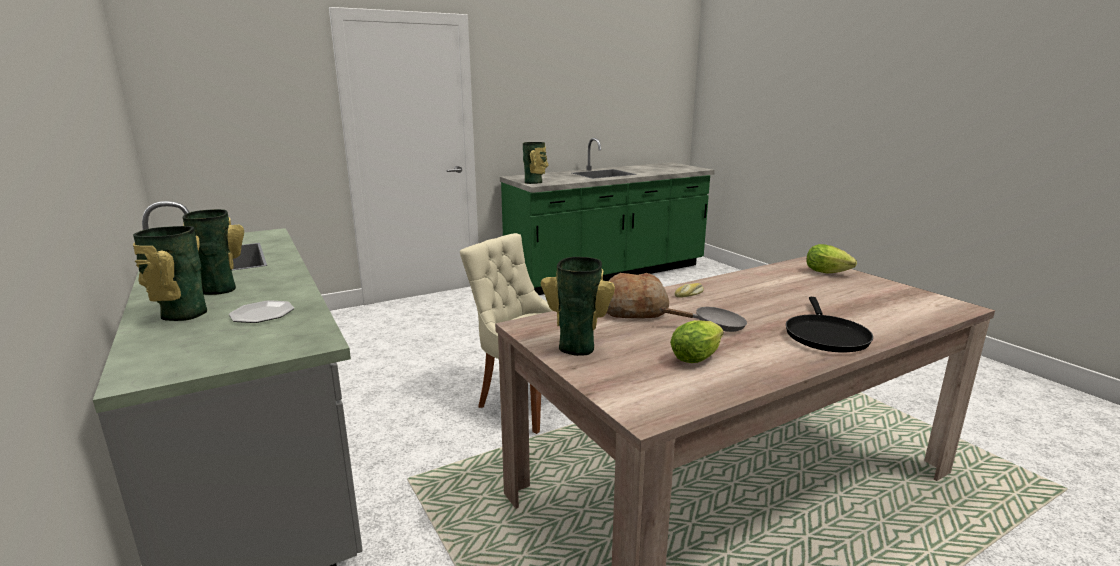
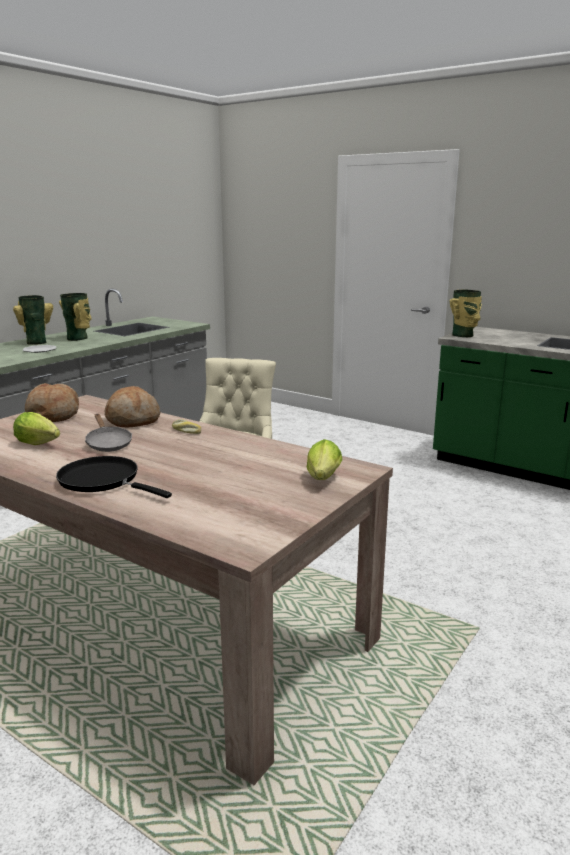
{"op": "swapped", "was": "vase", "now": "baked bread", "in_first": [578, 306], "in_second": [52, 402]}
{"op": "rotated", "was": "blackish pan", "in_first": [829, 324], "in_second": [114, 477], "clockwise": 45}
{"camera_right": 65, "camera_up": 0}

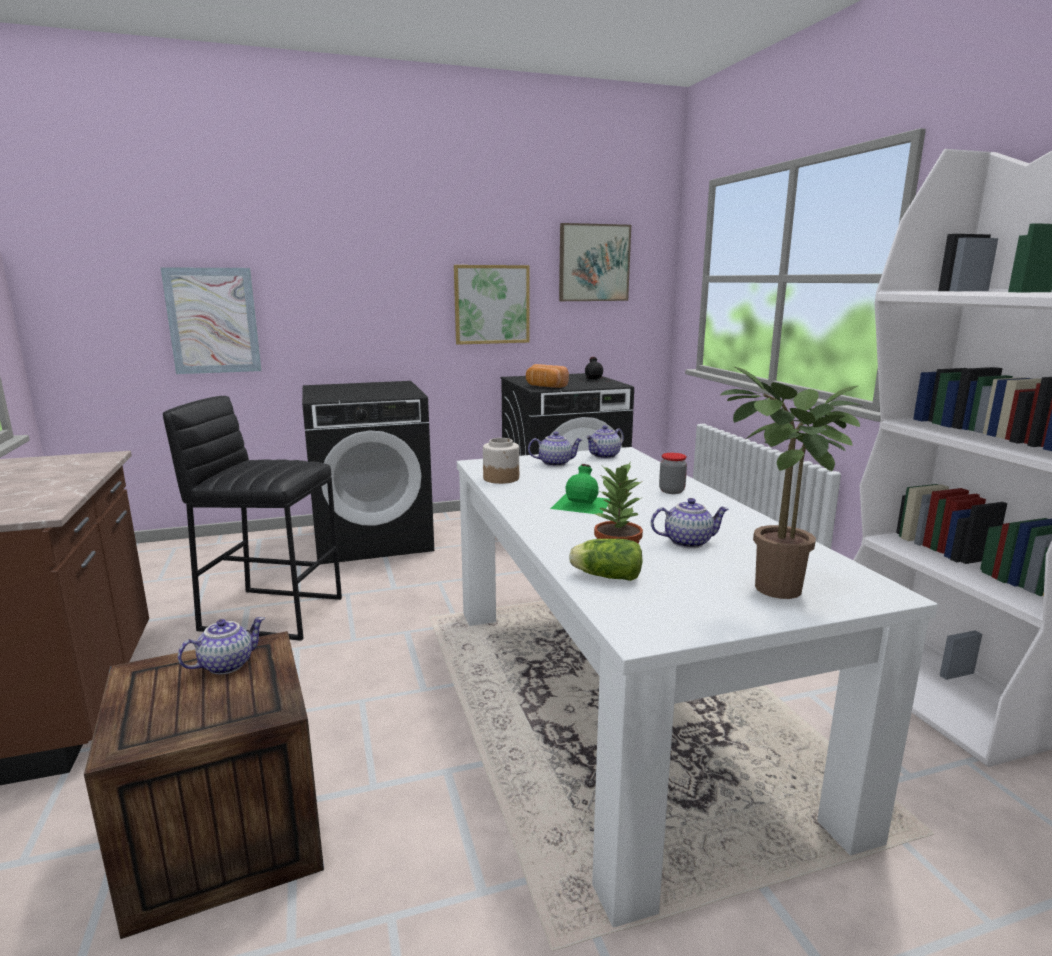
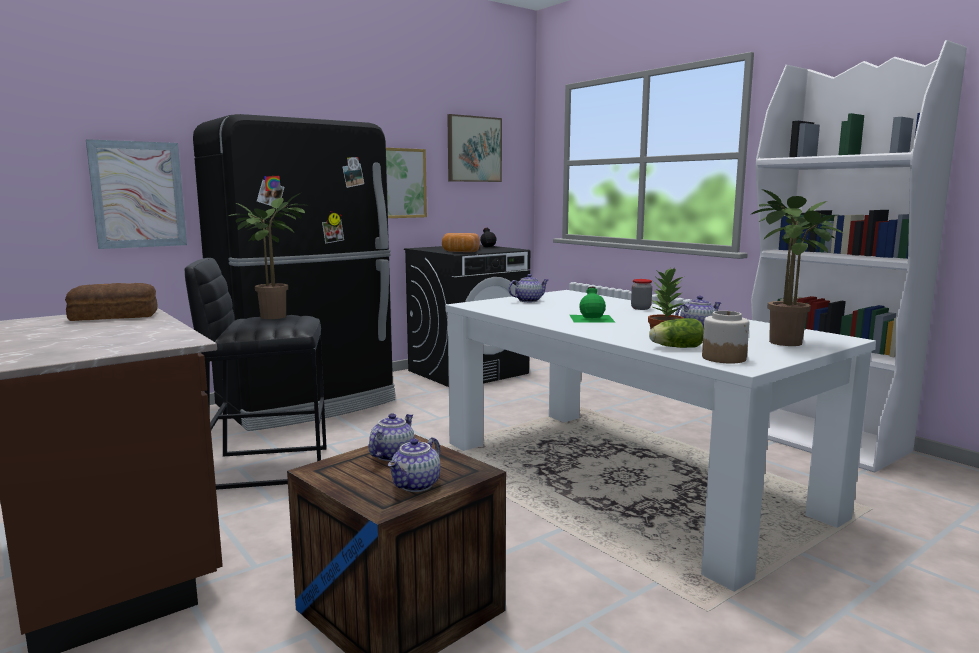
{"op": "new", "now": "baked bread", "in_second": [111, 302]}
{"op": "new", "now": "plant in a pot", "in_second": [268, 256]}
{"op": "shifted", "was": "jar", "in_first": [501, 461], "in_second": [725, 337]}
{"op": "shifted", "was": "pot for tea", "in_first": [605, 442], "in_second": [414, 464]}
{"op": "swapped", "was": "blackish washing machine", "now": "blackish refrigerator", "in_first": [368, 472], "in_second": [294, 272]}
{"camera_right": -20, "camera_up": -5}

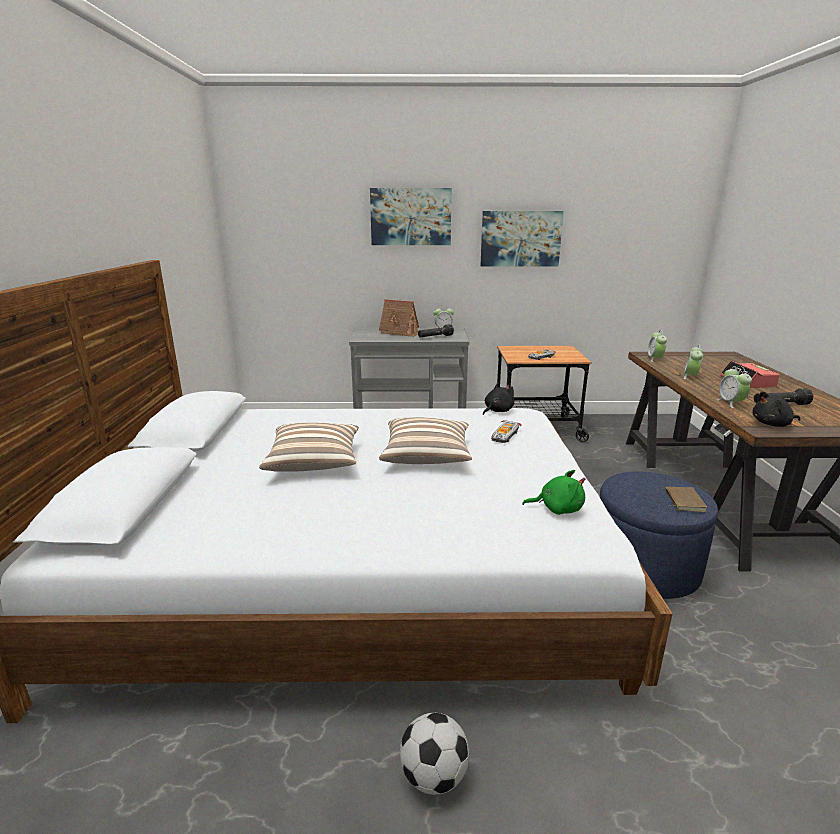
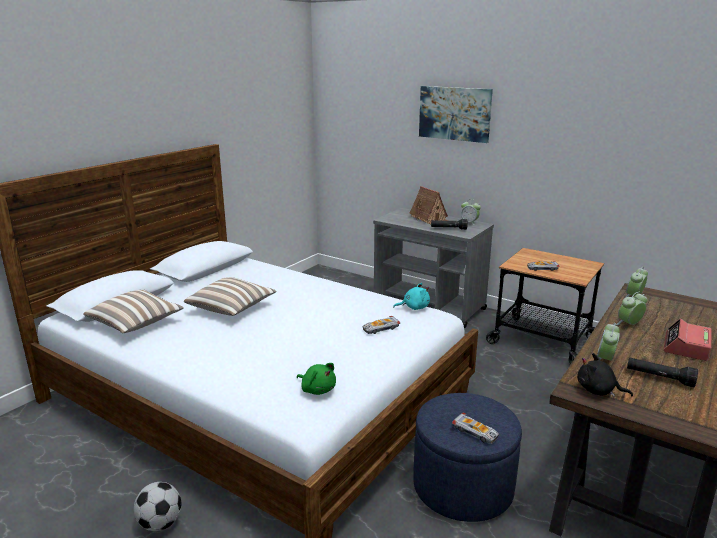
{"op": "gone", "was": "wall picture", "in_first": [522, 239]}
{"op": "shifted", "was": "cushion", "in_first": [425, 440], "in_second": [133, 311]}
{"op": "swapped", "was": "brown volume", "now": "miniature car", "in_first": [686, 499], "in_second": [475, 428]}
{"op": "repainted", "was": "blackish cuddly toy", "now": "turquoise-coloured cuddly toy", "in_first": [498, 399], "in_second": [411, 296]}
{"camera_right": 35, "camera_up": 0}

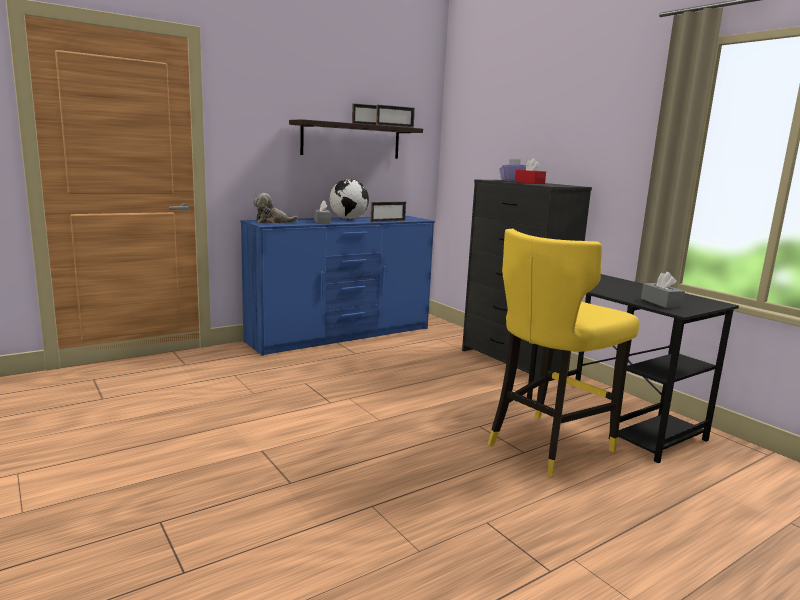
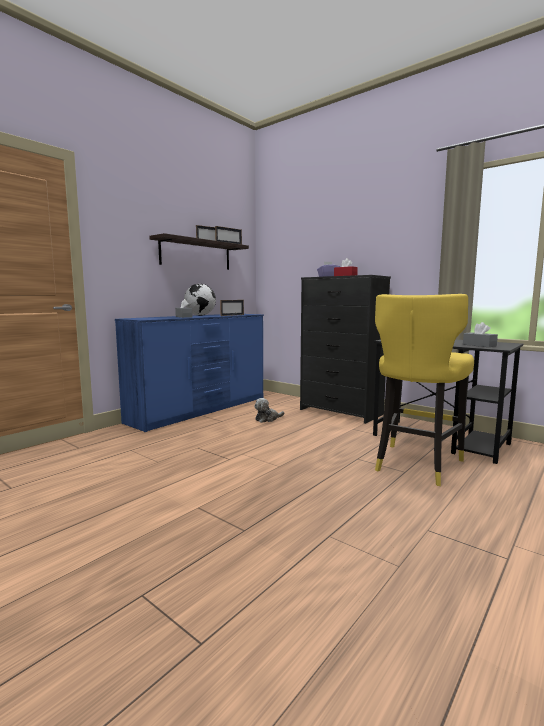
{"op": "shifted", "was": "cuddly toy", "in_first": [275, 208], "in_second": [269, 410]}
{"camera_right": -15, "camera_up": -5}

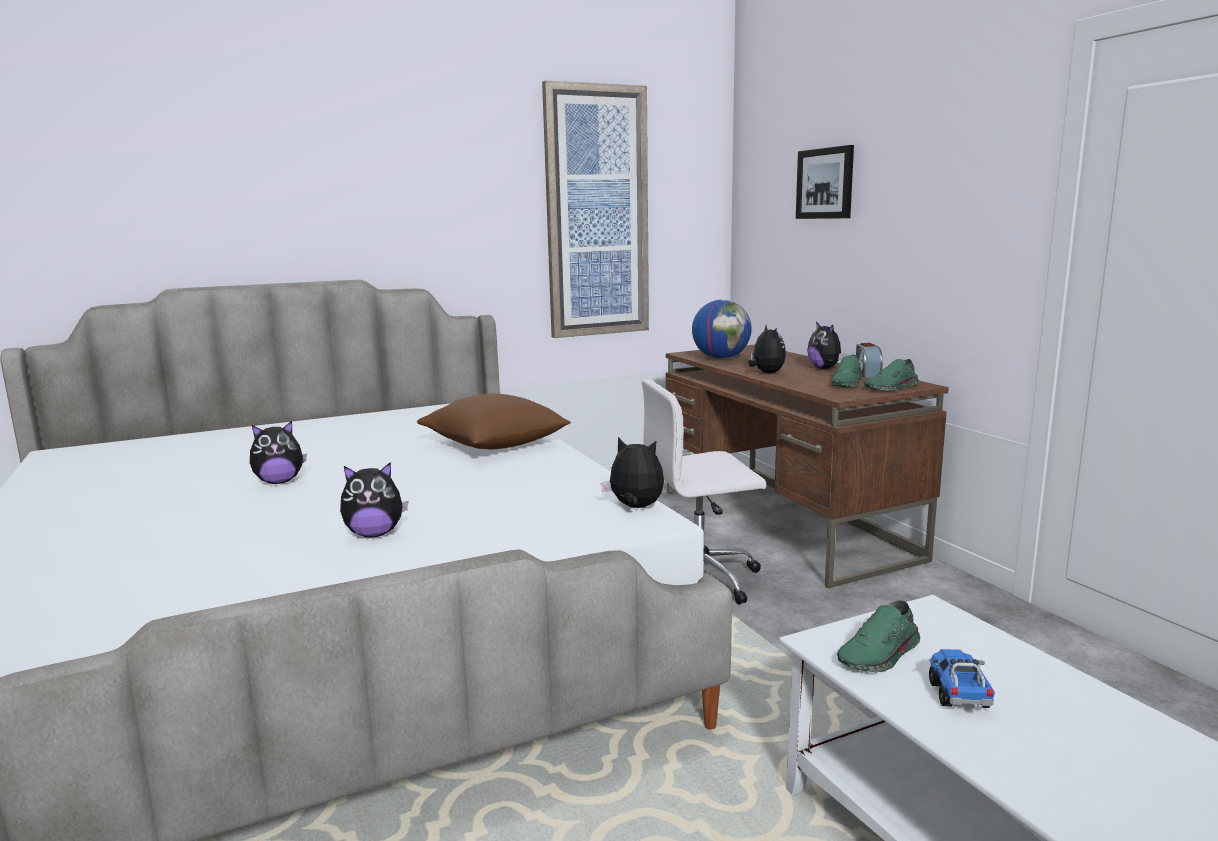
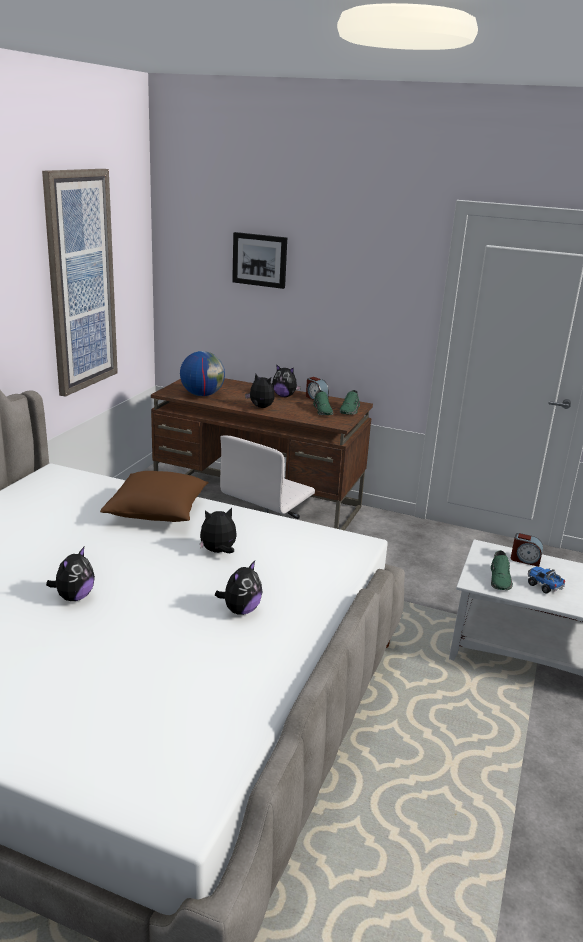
{"op": "new", "now": "bedside clock", "in_second": [527, 550]}
{"op": "shifted", "was": "cuddly toy", "in_first": [632, 472], "in_second": [218, 530]}
{"camera_right": -45, "camera_up": 10}

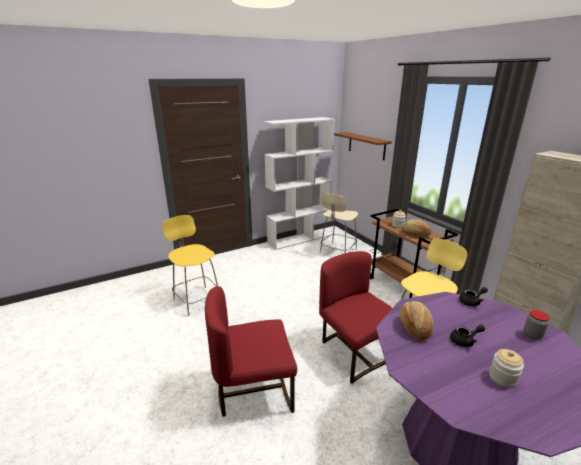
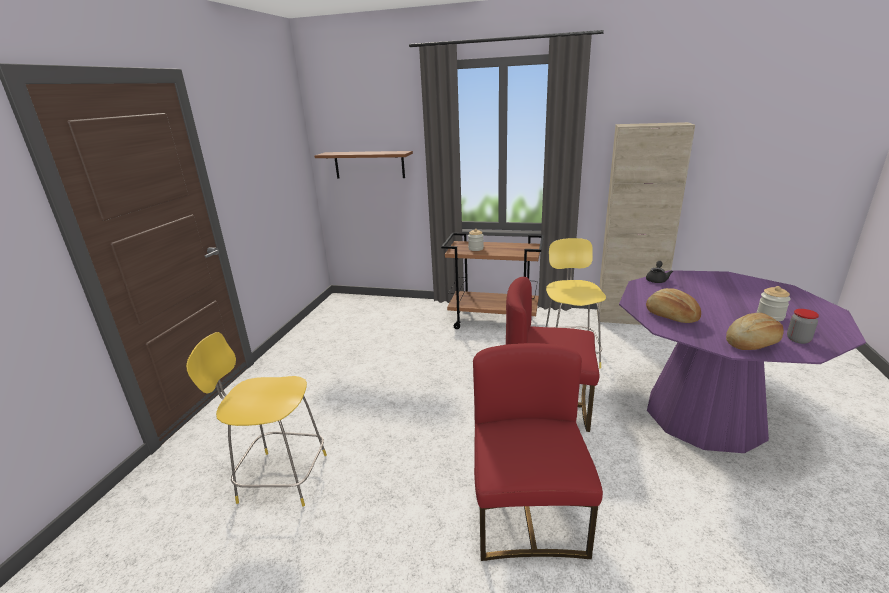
{"op": "gone", "was": "white shelving unit", "in_first": [299, 183]}
{"op": "gone", "was": "beige sitting stool", "in_first": [339, 223]}
{"op": "gone", "was": "blackish pot for tea", "in_first": [467, 336]}
{"op": "shifted", "was": "baked bread", "in_first": [416, 228], "in_second": [755, 331]}
{"op": "shifted", "was": "jar", "in_first": [537, 324], "in_second": [803, 326]}
{"op": "rotated", "was": "red upright chair", "in_first": [251, 351], "in_second": [538, 452], "clockwise": 150}
{"camera_right": -45, "camera_up": 0}

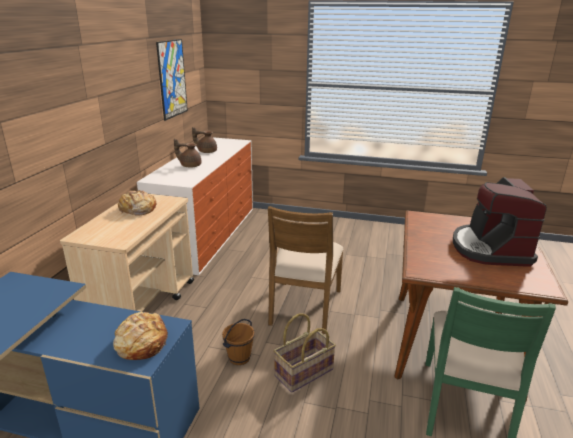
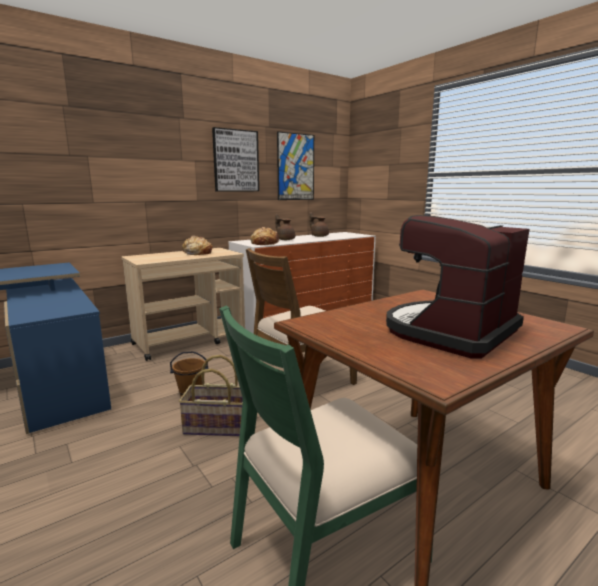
{"op": "new", "now": "wall picture", "in_second": [235, 159]}
{"op": "shifted", "was": "baked bread", "in_first": [140, 336], "in_second": [265, 236]}
{"camera_right": 40, "camera_up": -10}

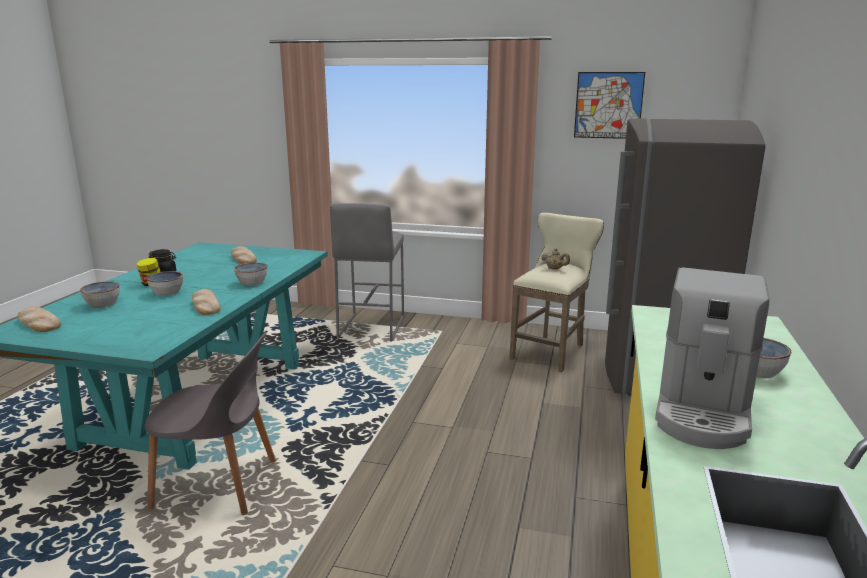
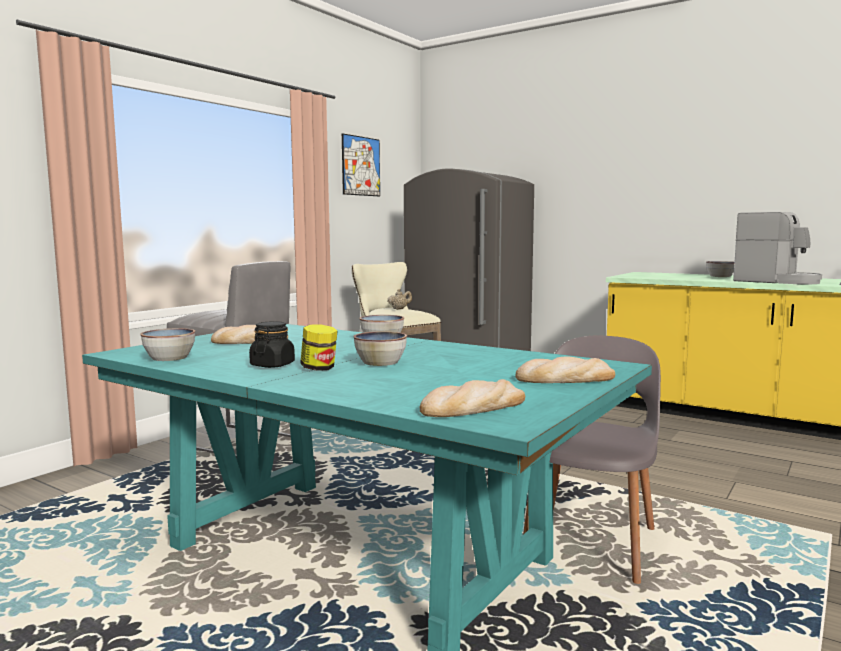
{"op": "shifted", "was": "bowl", "in_first": [100, 294], "in_second": [167, 344]}
{"op": "shifted", "was": "baked bread", "in_first": [206, 302], "in_second": [565, 369]}
{"camera_right": -70, "camera_up": -10}

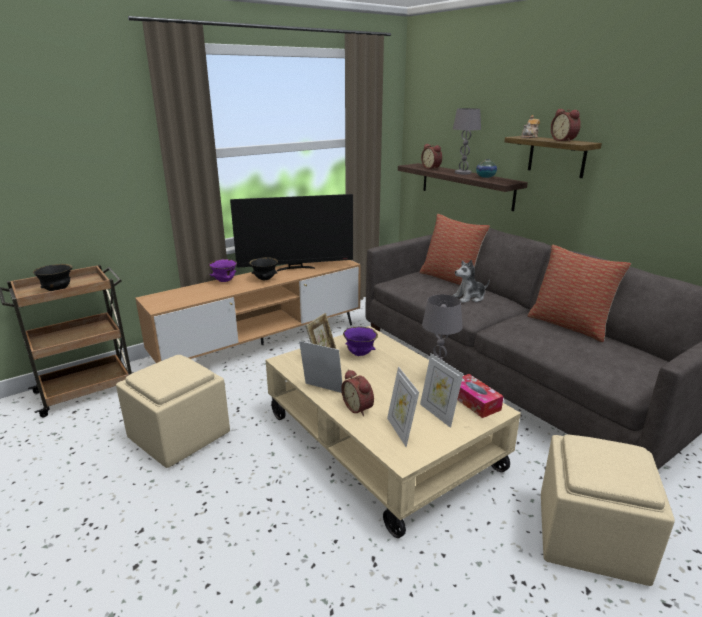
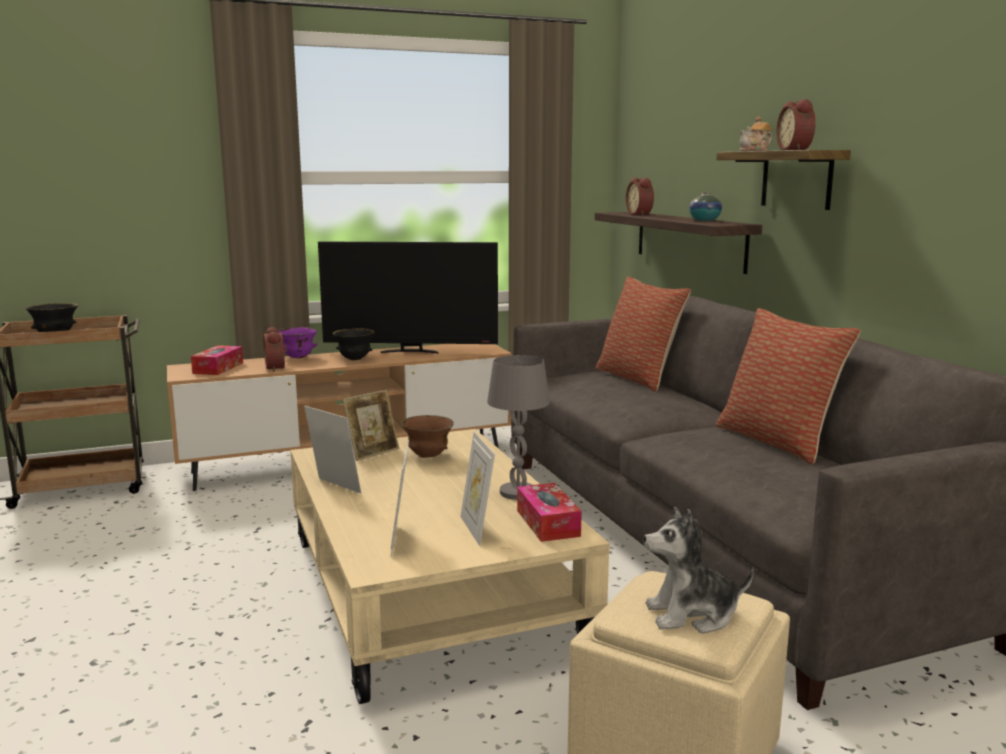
{"op": "gone", "was": "beige footrest", "in_first": [173, 411]}
{"op": "gone", "was": "gray lamp for a table", "in_first": [467, 141]}
{"op": "new", "now": "tissue box", "in_second": [217, 360]}
{"op": "shifted", "was": "bedside clock", "in_first": [357, 392], "in_second": [275, 349]}
{"op": "shifted", "was": "cuddly toy", "in_first": [471, 281], "in_second": [699, 570]}
{"op": "repainted", "was": "purple bowl", "now": "brown bowl", "in_first": [360, 341], "in_second": [427, 436]}
{"camera_right": 15, "camera_up": -10}

